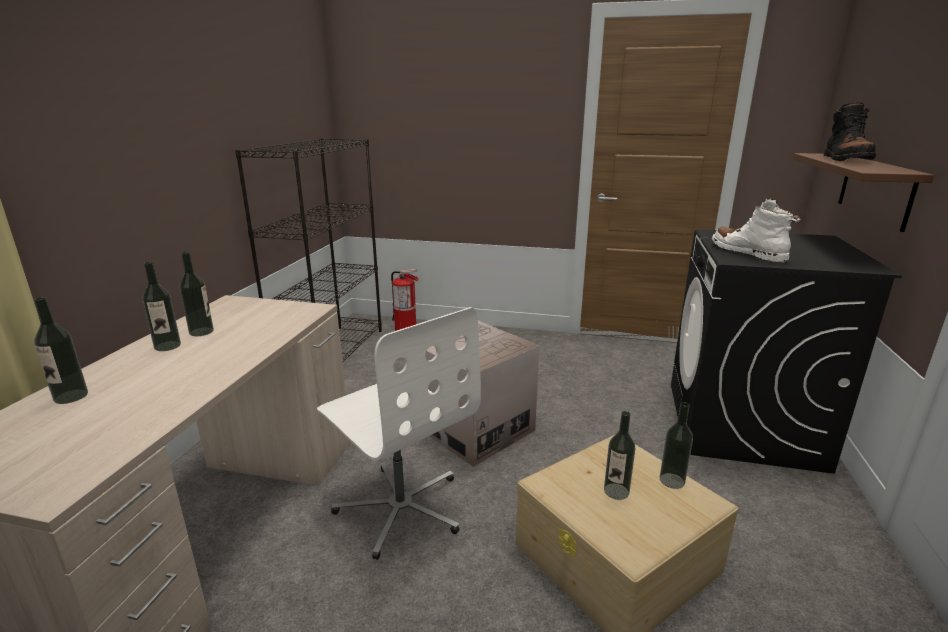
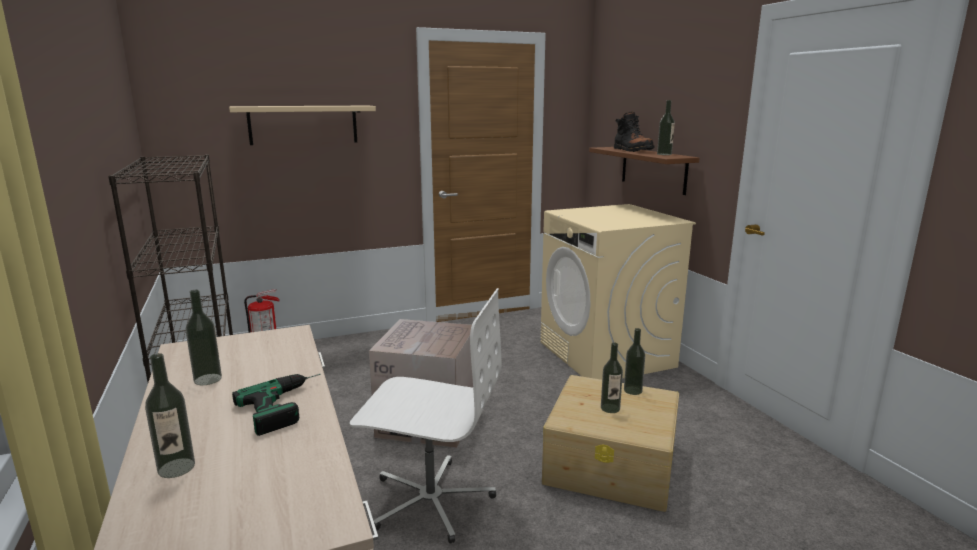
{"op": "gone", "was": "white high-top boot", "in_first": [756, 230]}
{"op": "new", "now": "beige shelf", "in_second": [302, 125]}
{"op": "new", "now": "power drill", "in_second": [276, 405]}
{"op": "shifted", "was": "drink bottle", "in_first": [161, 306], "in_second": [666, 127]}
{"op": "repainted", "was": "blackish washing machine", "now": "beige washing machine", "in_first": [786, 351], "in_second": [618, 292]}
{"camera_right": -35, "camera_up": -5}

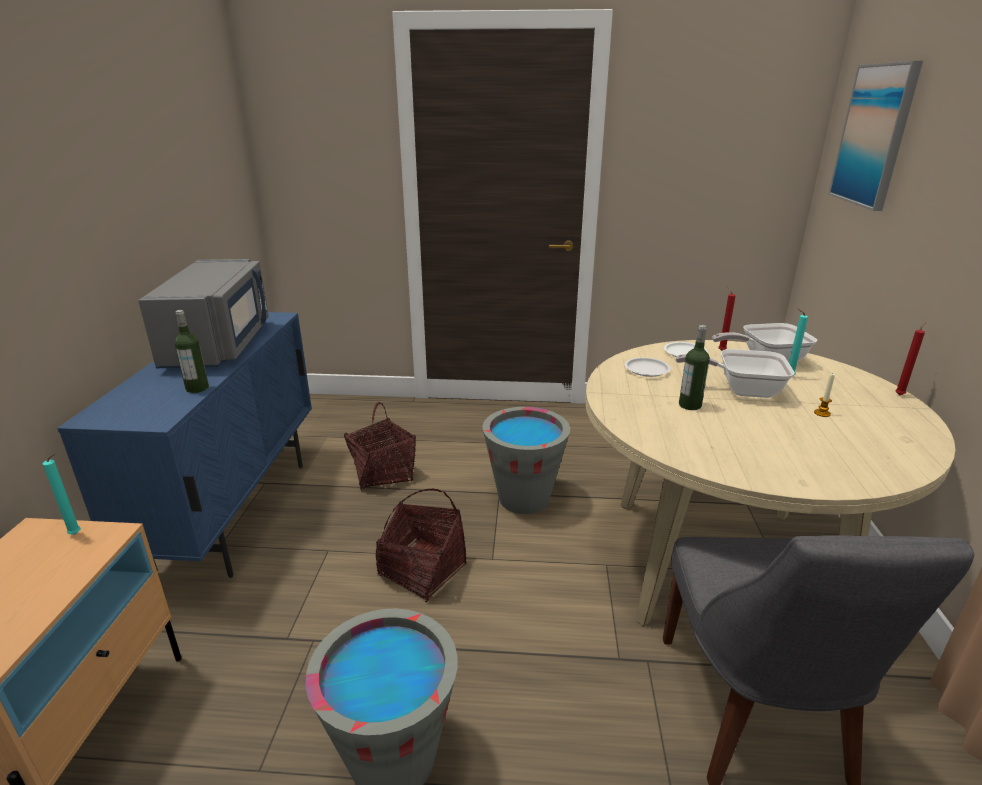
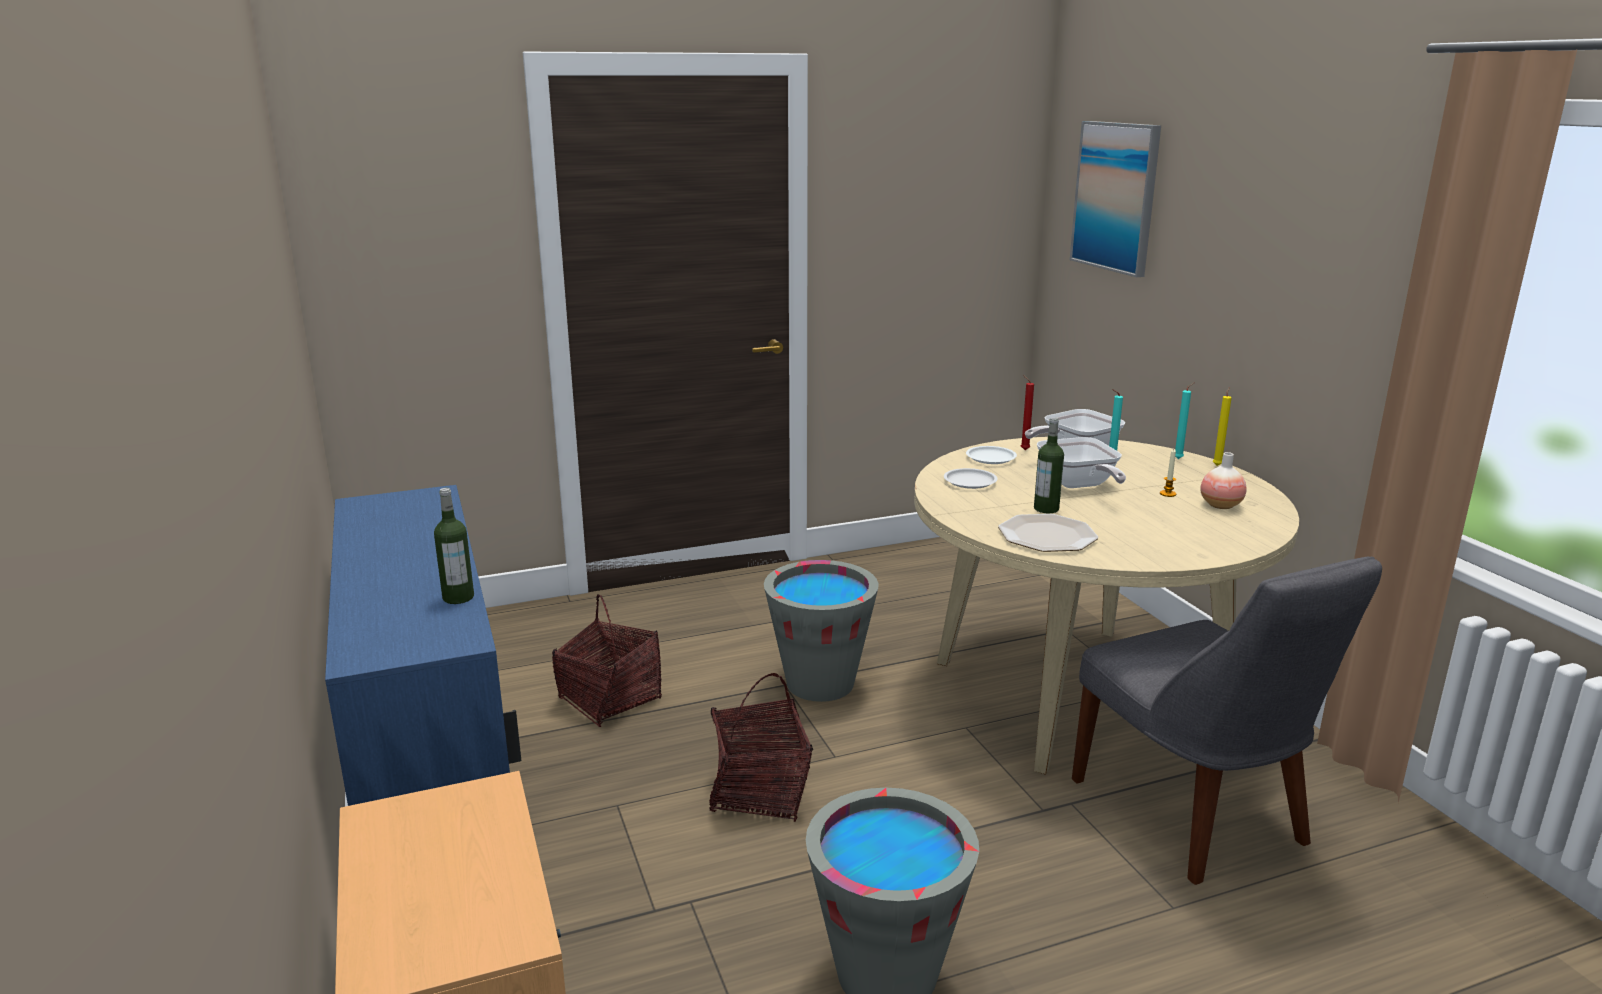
{"op": "gone", "was": "gray kitchen microwave", "in_first": [203, 313]}
{"op": "new", "now": "dinner plate", "in_second": [1048, 533]}
{"op": "new", "now": "vase", "in_second": [1223, 480]}
{"op": "shifted", "was": "turquoise-coloured wax candle", "in_first": [62, 494], "in_second": [1184, 421]}
{"op": "repainted", "was": "red wax candle", "now": "yellowish wax candle", "in_first": [910, 358], "in_second": [1222, 426]}
{"op": "rotated", "was": "pan", "in_first": [735, 373], "in_second": [1081, 462], "clockwise": -90}
{"camera_right": -25, "camera_up": -5}

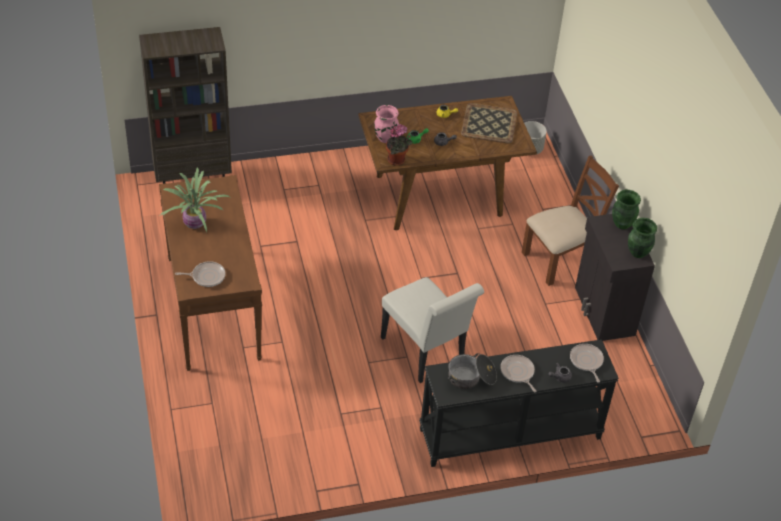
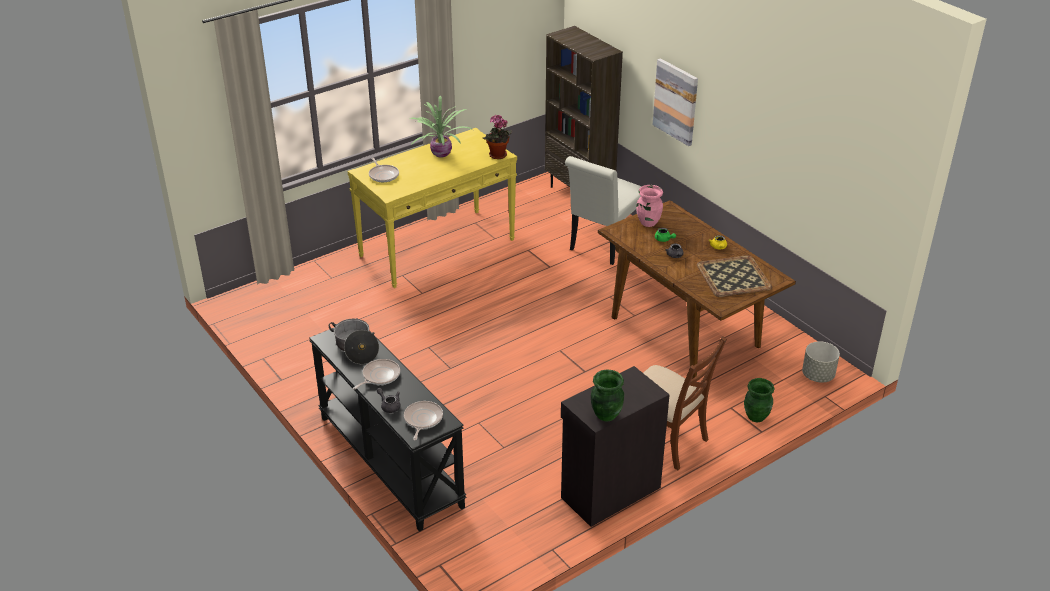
{"op": "new", "now": "wall picture", "in_second": [675, 102]}
{"op": "shifted", "was": "white upright chair", "in_first": [432, 330], "in_second": [603, 210]}
{"op": "shifted", "was": "plant in a pot", "in_first": [399, 145], "in_second": [497, 137]}
{"op": "shifted", "was": "greenish vase", "in_first": [626, 209], "in_second": [759, 400]}
{"op": "repainted", "was": "brown narrow table", "now": "yellowish narrow table", "in_first": [210, 273], "in_second": [432, 208]}
{"op": "rotated", "was": "pan", "in_first": [587, 363], "in_second": [423, 420], "clockwise": -45}
{"camera_right": 70, "camera_up": -10}

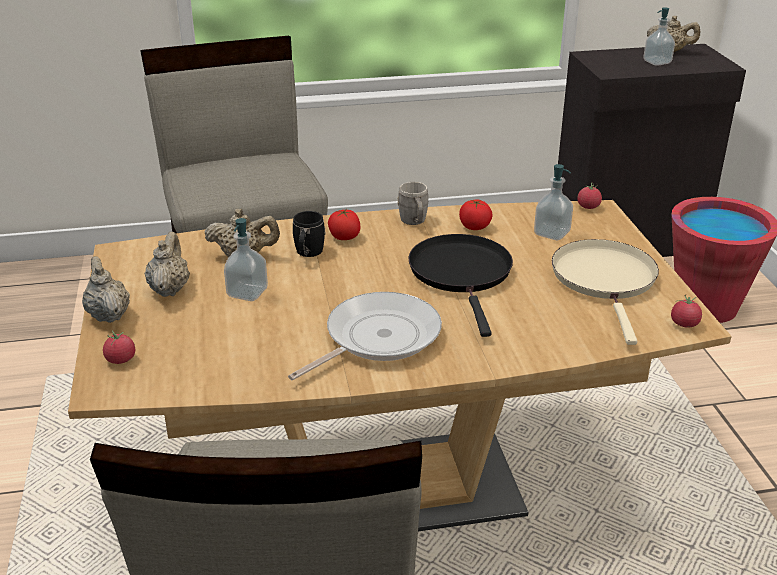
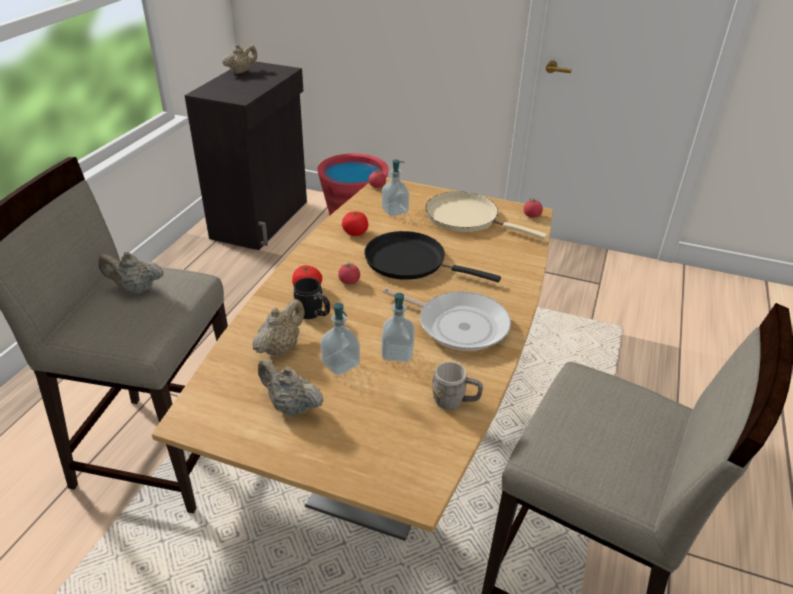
{"op": "shifted", "was": "beige pot for tea", "in_first": [106, 289], "in_second": [131, 273]}
{"op": "shifted", "was": "tomato", "in_first": [119, 347], "in_second": [349, 272]}
{"op": "shifted", "was": "gray tea mug", "in_first": [412, 203], "in_second": [457, 386]}
{"op": "shifted", "was": "liquid soap bottle", "in_first": [659, 36], "in_second": [398, 327]}
{"op": "rotated", "was": "pan", "in_first": [365, 336], "in_second": [446, 320], "clockwise": 135}
{"camera_right": -60, "camera_up": 5}

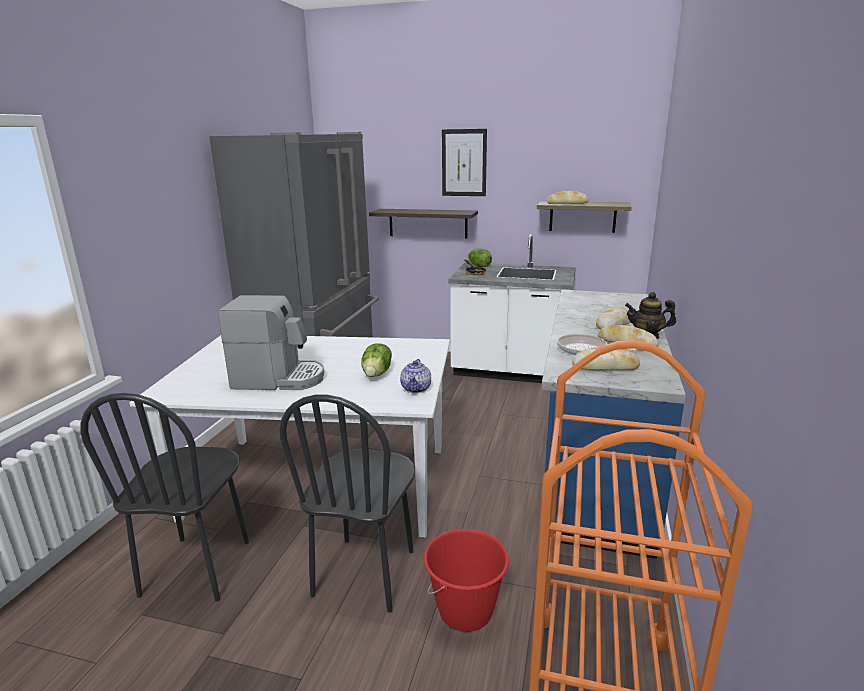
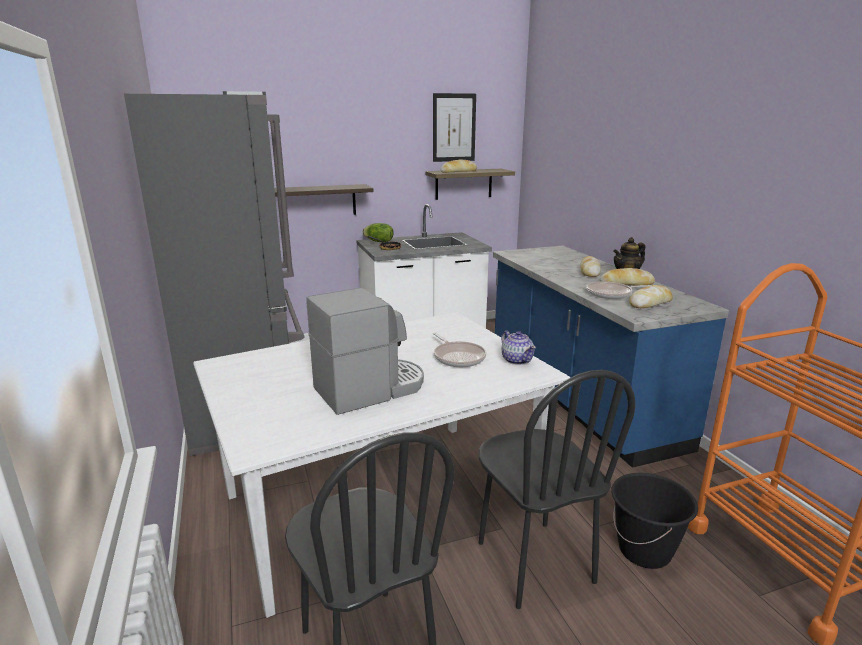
{"op": "shifted", "was": "wall picture", "in_first": [464, 162], "in_second": [454, 127]}
{"op": "swapped", "was": "head of lettuce", "now": "pan", "in_first": [376, 360], "in_second": [459, 349]}
{"op": "repainted", "was": "red bucket", "now": "blackish bucket", "in_first": [466, 580], "in_second": [654, 521]}
{"camera_right": -35, "camera_up": 0}

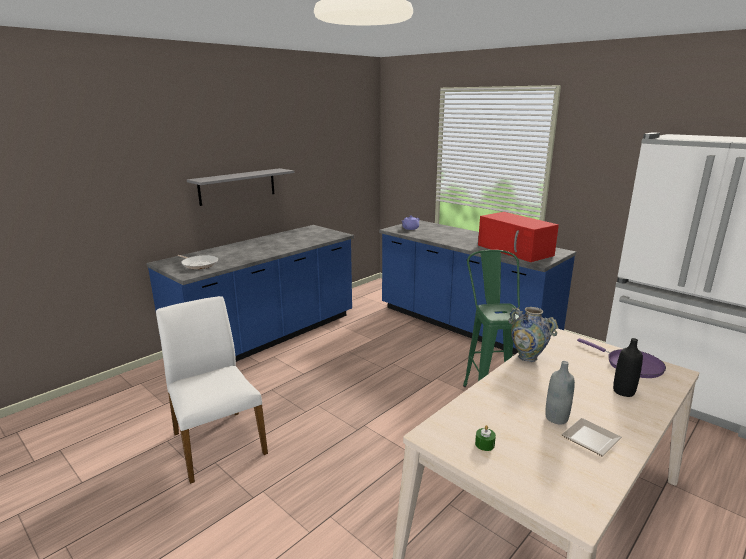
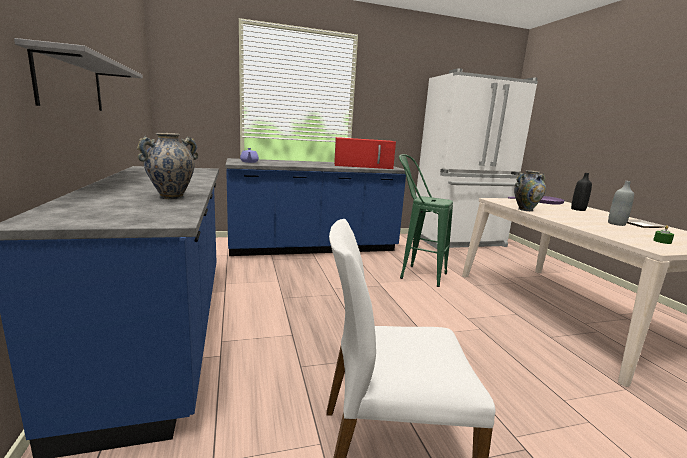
{"op": "gone", "was": "pan", "in_first": [198, 262]}
{"op": "new", "now": "vase", "in_second": [167, 166]}
{"camera_right": -60, "camera_up": -5}

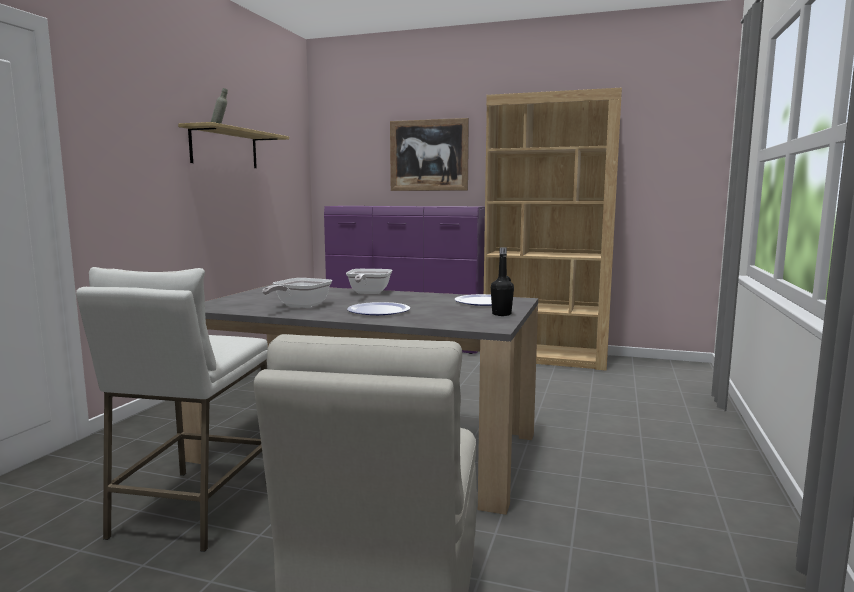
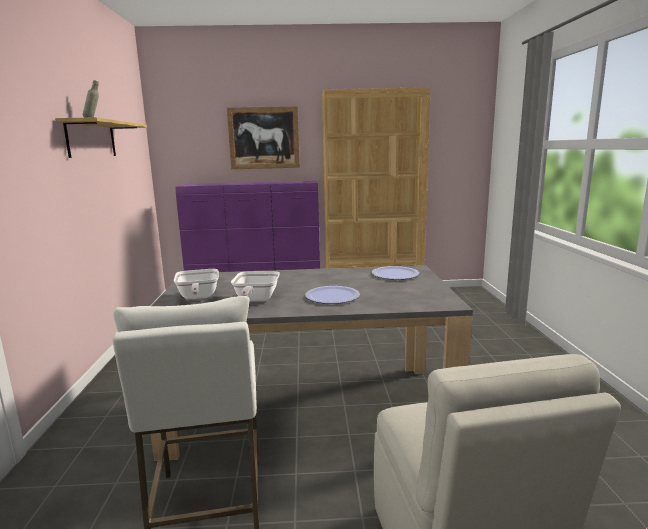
{"op": "gone", "was": "blackish drink bottle", "in_first": [502, 281]}
{"op": "shifted", "was": "pan", "in_first": [369, 281], "in_second": [196, 284]}
{"camera_right": -20, "camera_up": 5}

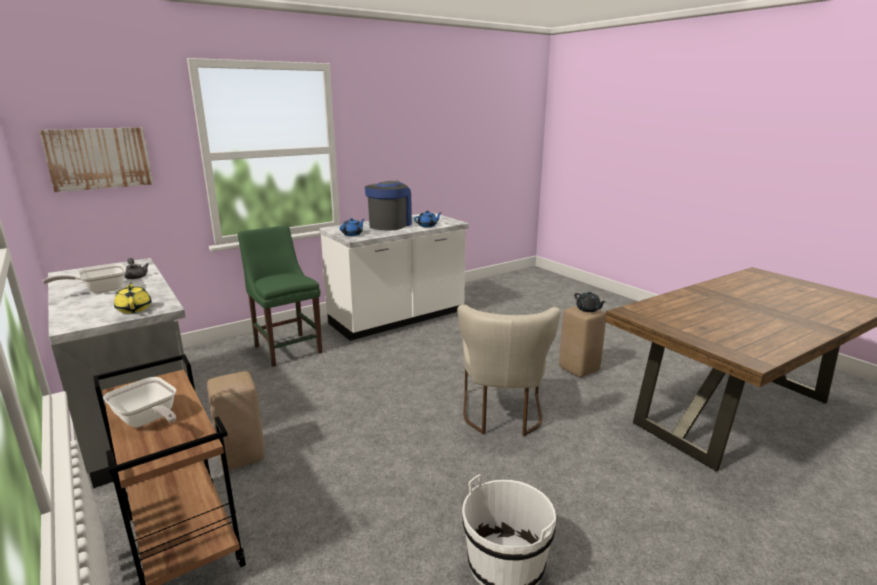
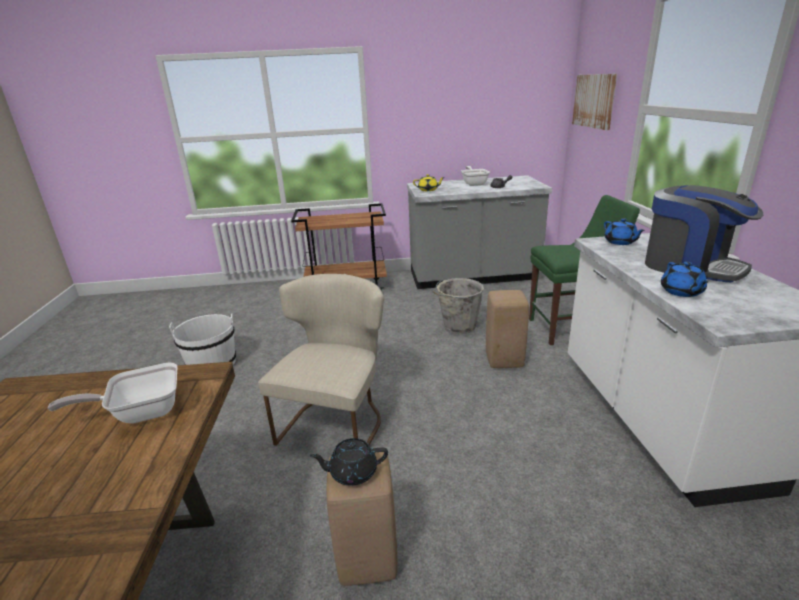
{"op": "new", "now": "gray bucket", "in_second": [458, 306]}
{"op": "shifted", "was": "pan", "in_first": [139, 402], "in_second": [113, 393]}
{"op": "shifted", "was": "beige sitting stool", "in_first": [236, 420], "in_second": [507, 329]}
{"op": "rotated", "was": "beige upright chair", "in_first": [509, 370], "in_second": [321, 360], "clockwise": 75}
{"camera_right": 120, "camera_up": 5}

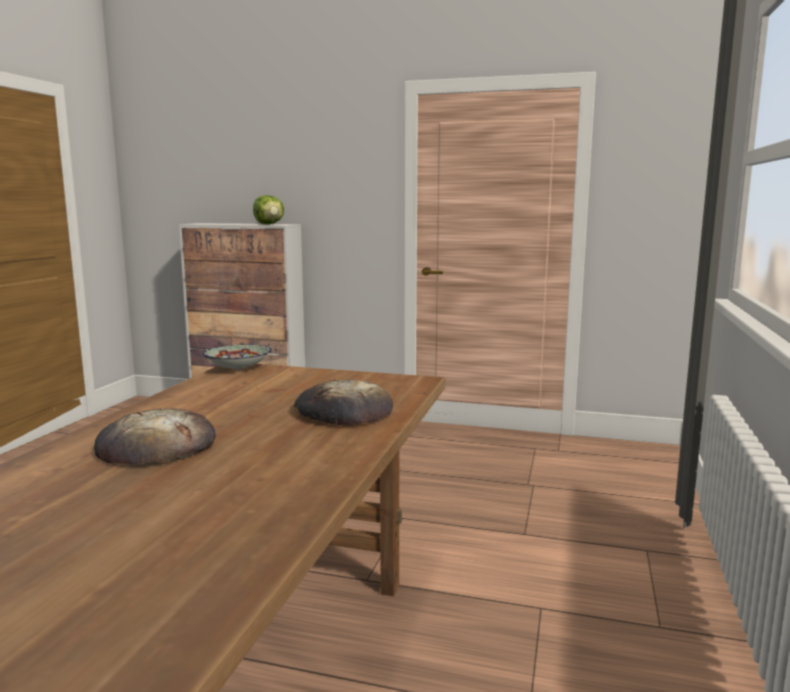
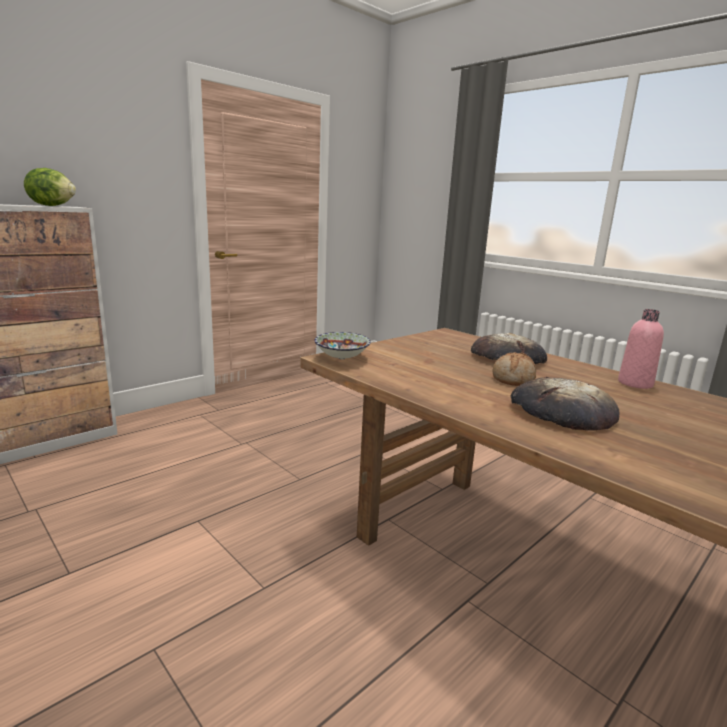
{"op": "new", "now": "baked bread", "in_second": [514, 369]}
{"op": "new", "now": "pink drink bottle", "in_second": [641, 349]}
{"camera_right": -60, "camera_up": 5}

